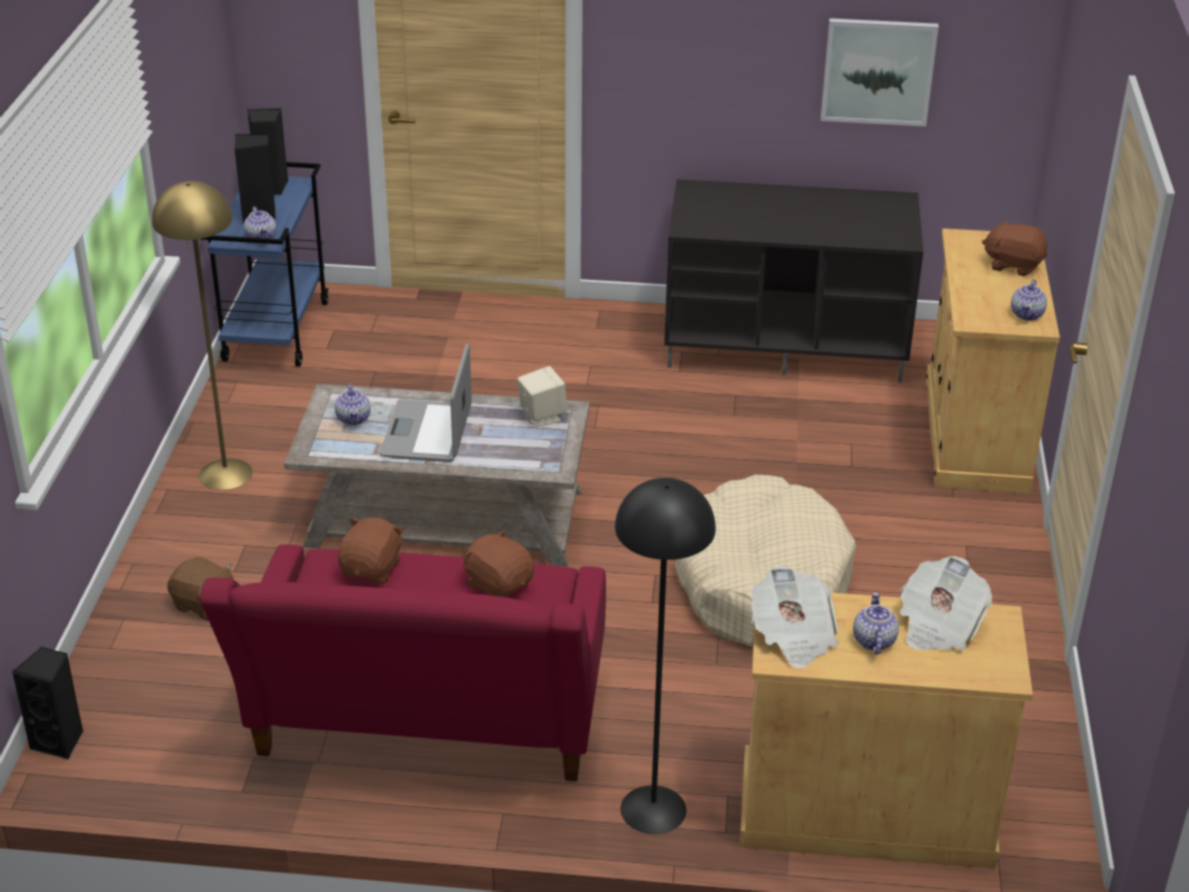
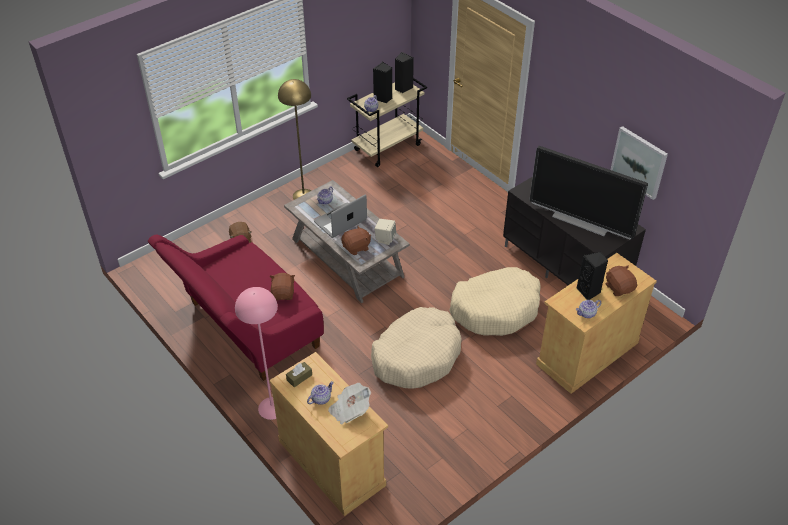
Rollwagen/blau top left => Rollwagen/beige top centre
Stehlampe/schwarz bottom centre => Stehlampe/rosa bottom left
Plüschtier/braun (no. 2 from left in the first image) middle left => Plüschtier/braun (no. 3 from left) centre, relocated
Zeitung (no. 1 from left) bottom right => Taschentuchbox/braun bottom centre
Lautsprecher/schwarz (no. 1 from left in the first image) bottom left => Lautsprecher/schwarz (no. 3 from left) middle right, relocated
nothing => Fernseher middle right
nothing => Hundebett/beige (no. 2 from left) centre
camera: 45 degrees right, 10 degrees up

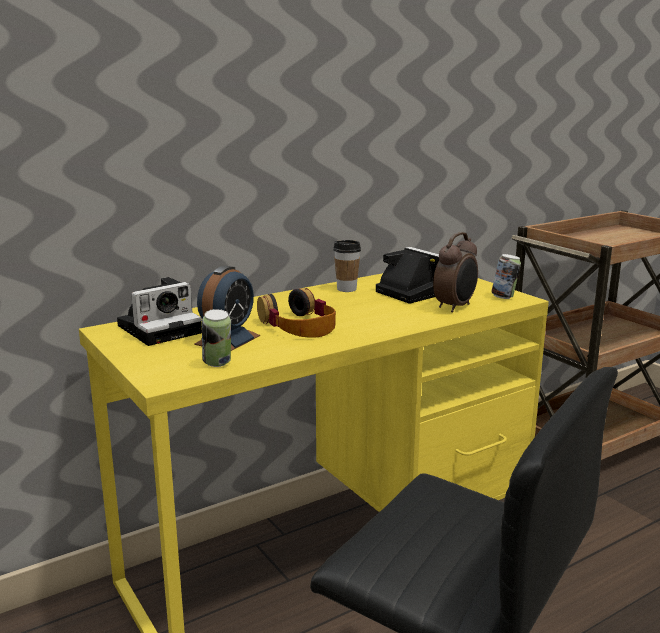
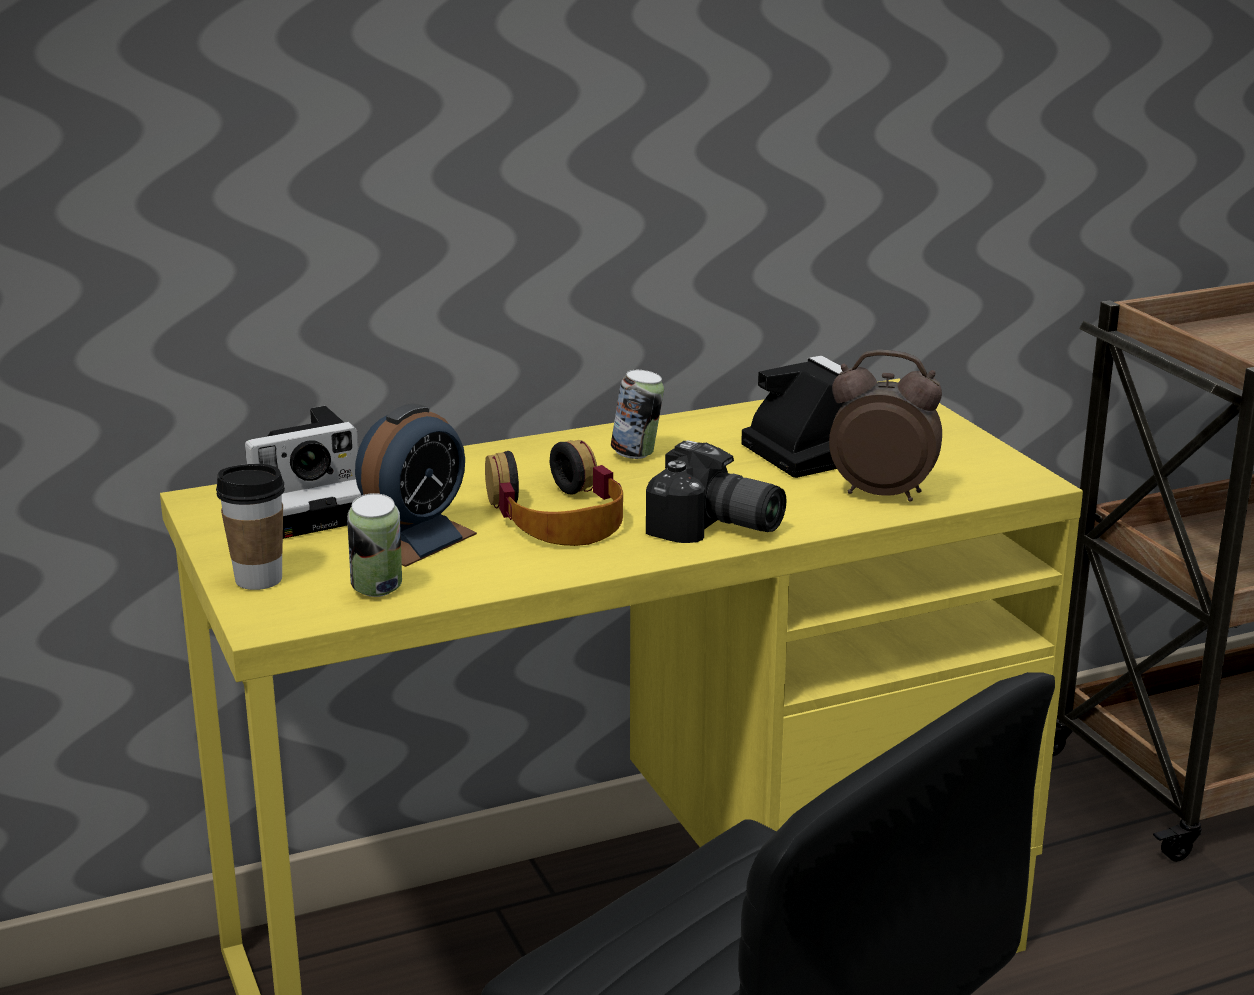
Wecker (no. 2 from left) middle right, 120 degrees counterclockwise
Tasse centre => Tasse middle left, relocated
Dose (no. 2 from left) middle right => Dose (no. 2 from left) centre, relocated
nothing => Kamera (no. 2 from left) centre
camera: 10 degrees right, 5 degrees up

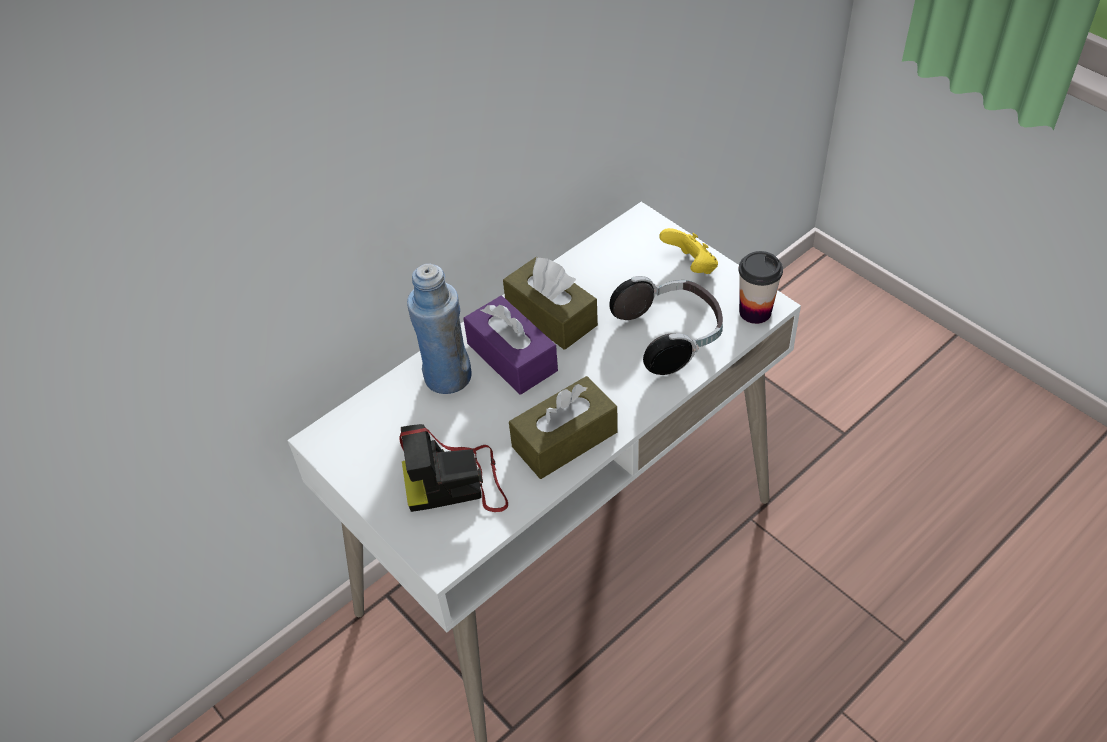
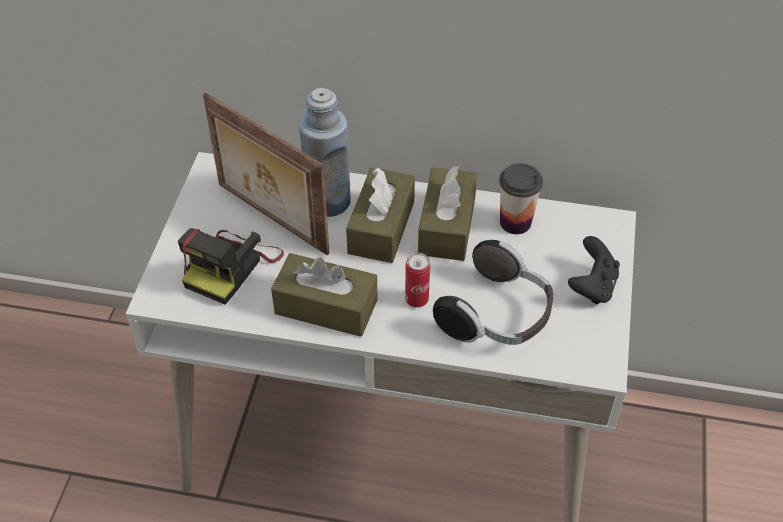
Gamepad/gelb centre => Gamepad/schwarz middle right
Tasse middle right => Tasse centre, relocated
Taschentuchbox/lila centre => Taschentuchbox/braun (no. 2 from left) centre
Kamera centre => Kamera middle left, 105 degrees counterclockwise
nothing => Bilderrahmen centre
nothing => Dose centre
camera: 50 degrees right, 0 degrees up

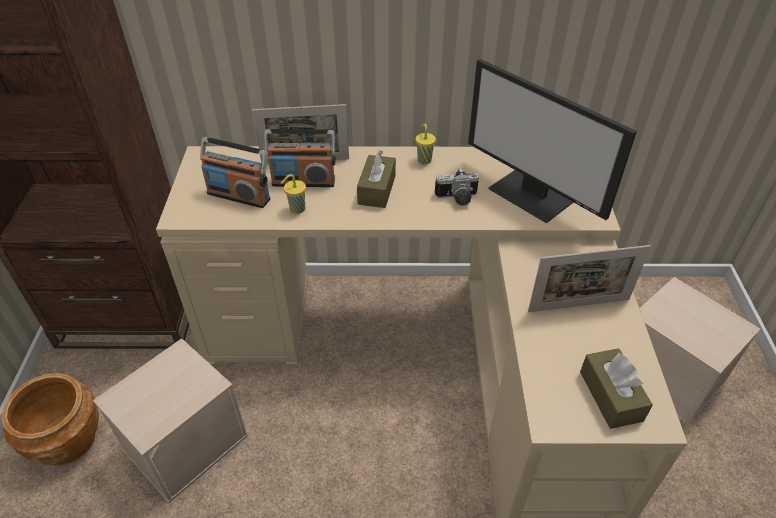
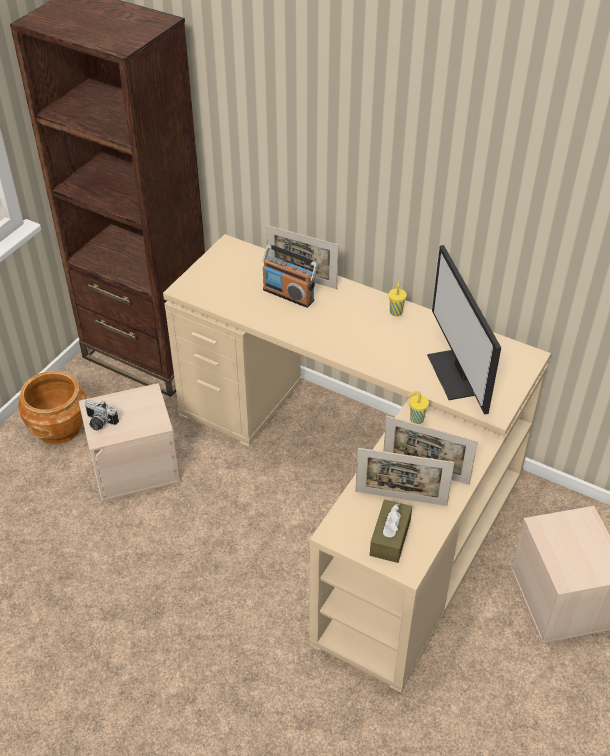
Radio (no. 1 from left) top left => nothing
Taschentuchbox/braun (no. 1 from left) centre => nothing
Kamera centre => Kamera middle left, relocated
Tasse/gelb (no. 1 from left in the first image) centre => Tasse/gelb (no. 2 from left) middle right, relocated
nothing => Bilderrahmen (no. 2 from left) centre
camera: 30 degrees right, 0 degrees up

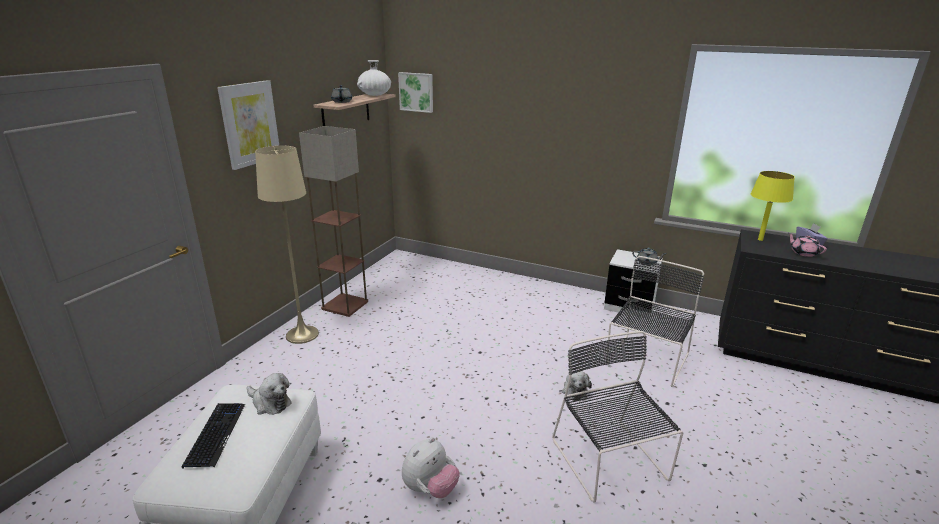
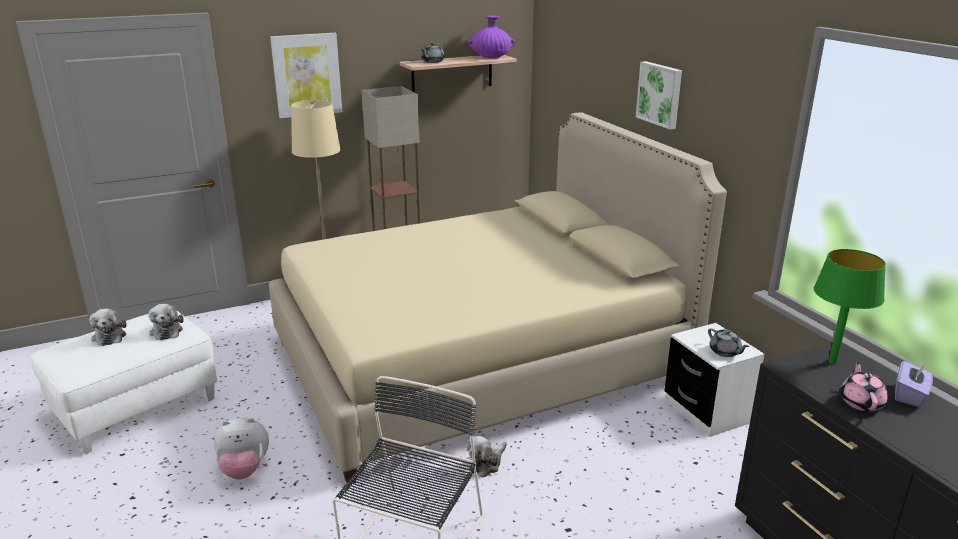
Vase/weiß top centre => Vase/lila top centre
Bild (no. 2 from left) top centre => Bild (no. 2 from left) top right, relocated
Tischlampe/gelb middle right => Tischlampe/grün middle right
Stuhl/schwarz (no. 2 from left) middle right => nothing
Tastatur bottom left => Plüschtier (no. 1 from left) middle left
nothing => Bett/beige centre
camera: 40 degrees right, 0 degrees up

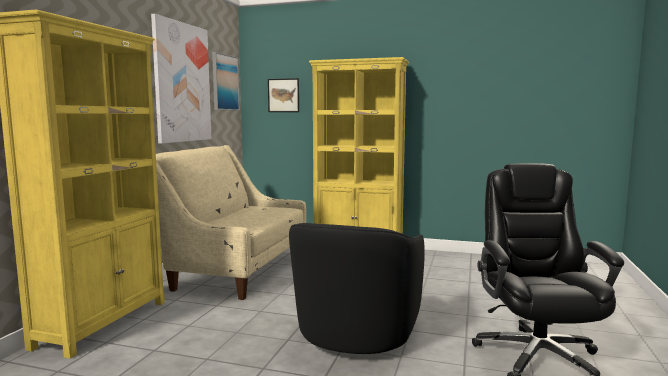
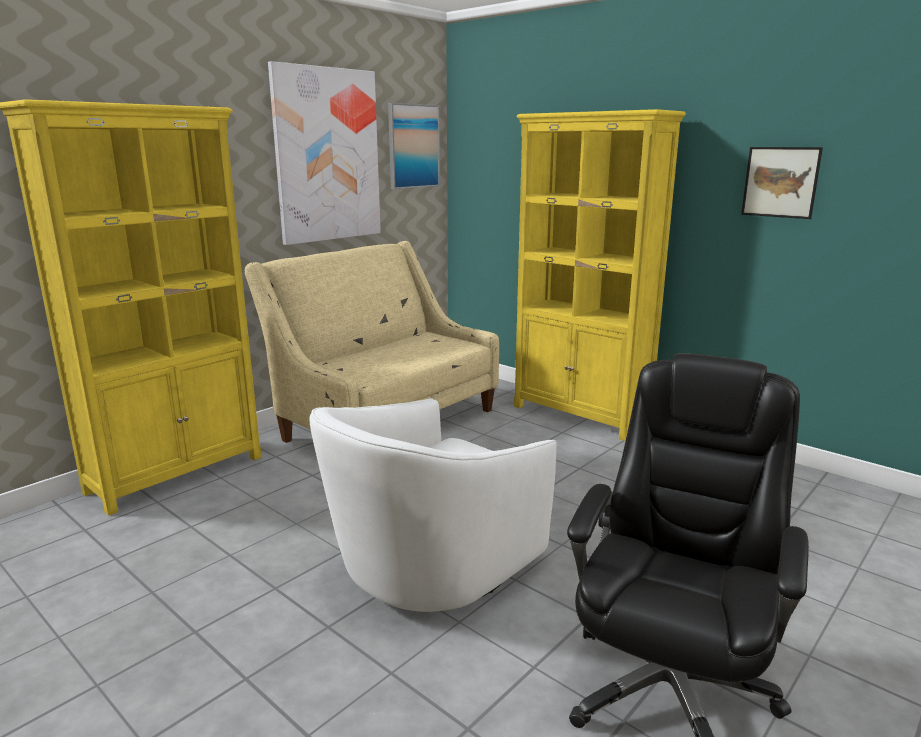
Bild (no. 3 from left) top centre => Bild (no. 3 from left) top right, relocated
Sessel/schwarz bottom centre => Sessel/weiß bottom centre
camera: 25 degrees right, 10 degrees up

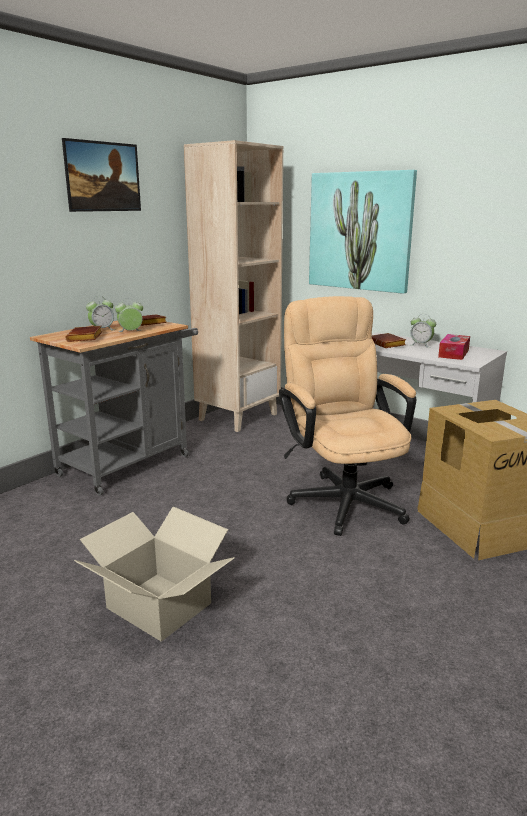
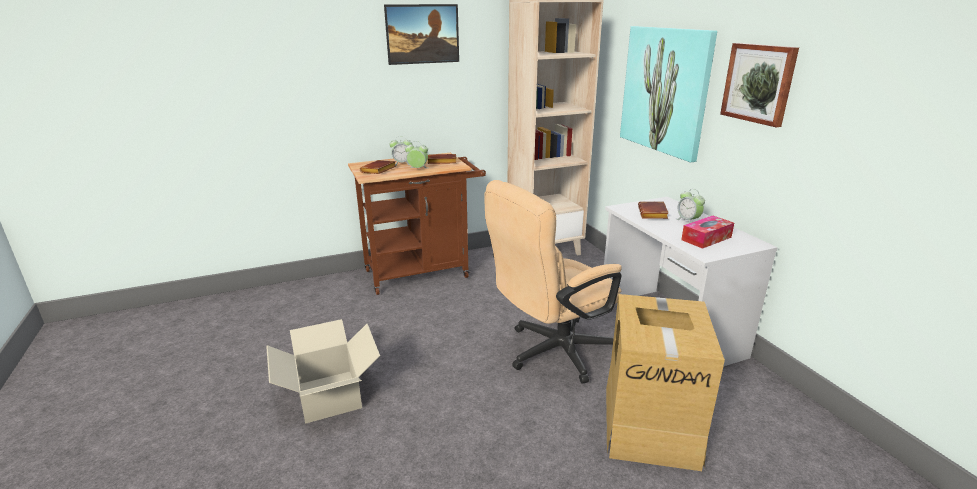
Bürostuhl/beige centre, 135 degrees counterclockwise
Rollwagen/grau middle left => Rollwagen/braun centre
nothing => Bild (no. 3 from left) top right
camera: 30 degrees right, 5 degrees up

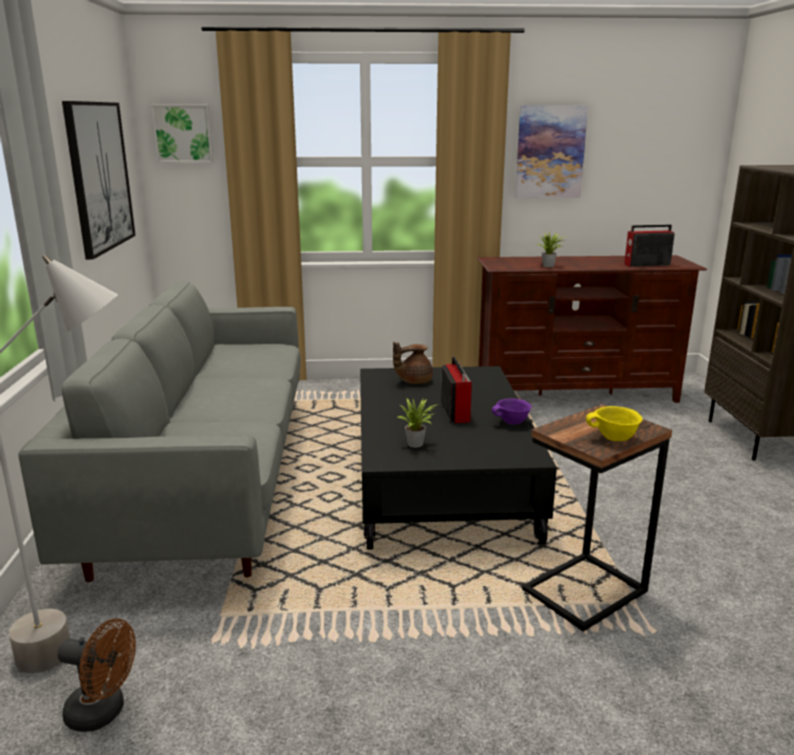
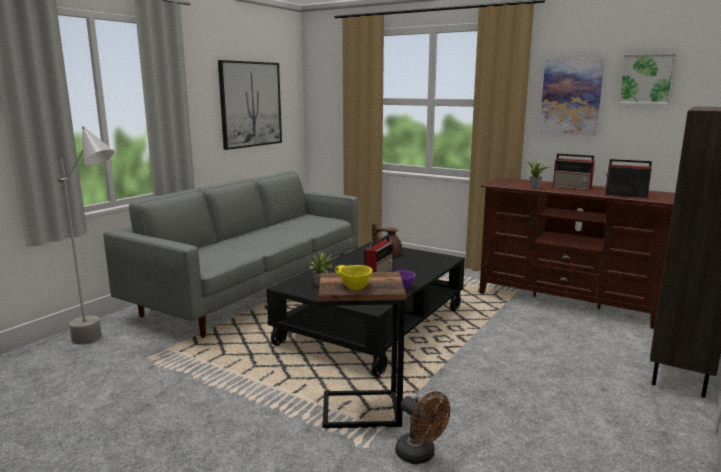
Bild (no. 2 from left in the first image) top left => Bild (no. 3 from left) top right, relocated
Ventilator/braun bottom left => Ventilator/braun bottom centre, relocated
nothing => Radio (no. 2 from left) middle right
camera: 35 degrees right, 5 degrees down

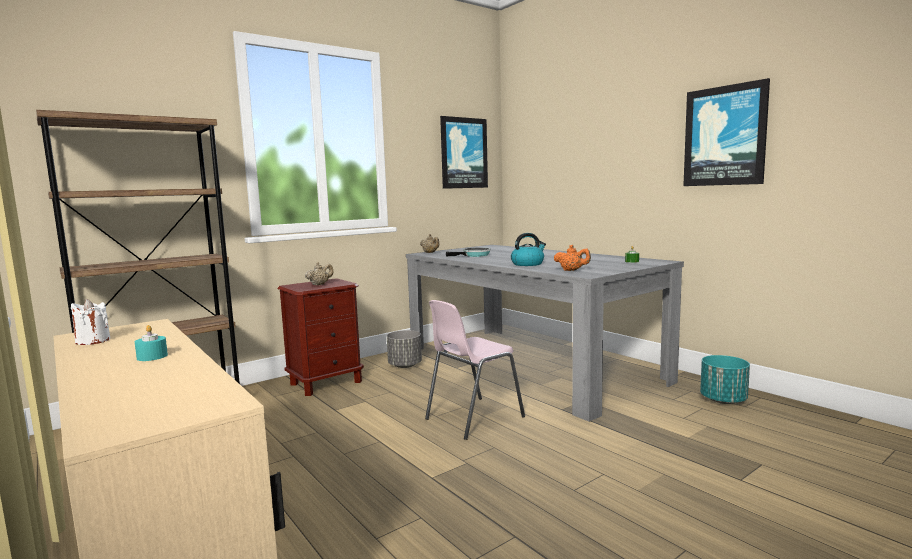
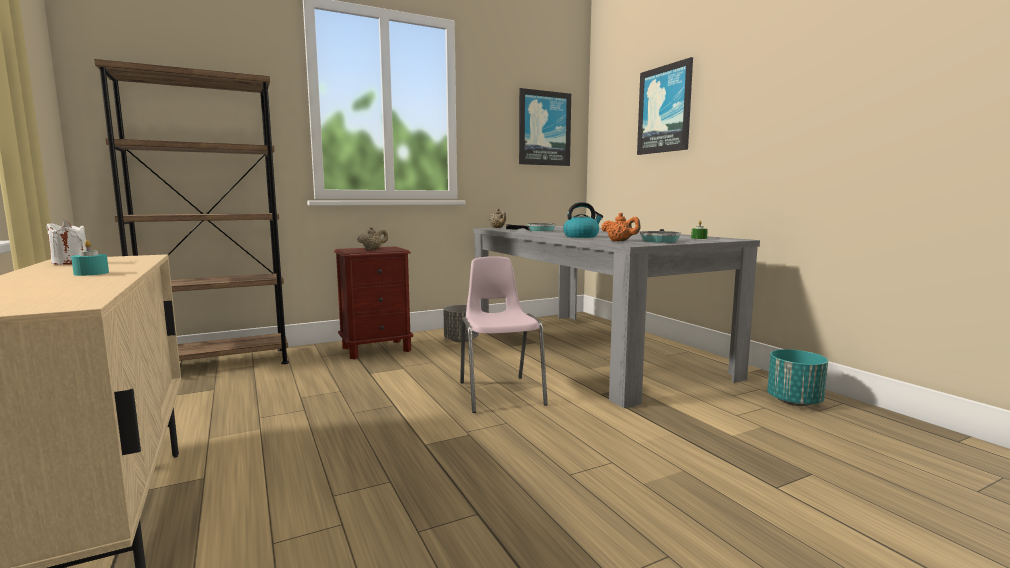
Bild (no. 2 from left) top right => Bild (no. 2 from left) top centre, relocated
Stuhl/rosa centre, 105 degrees clockwise
nothing => Pfanne (no. 2 from left) centre
camera: 10 degrees right, 0 degrees up

